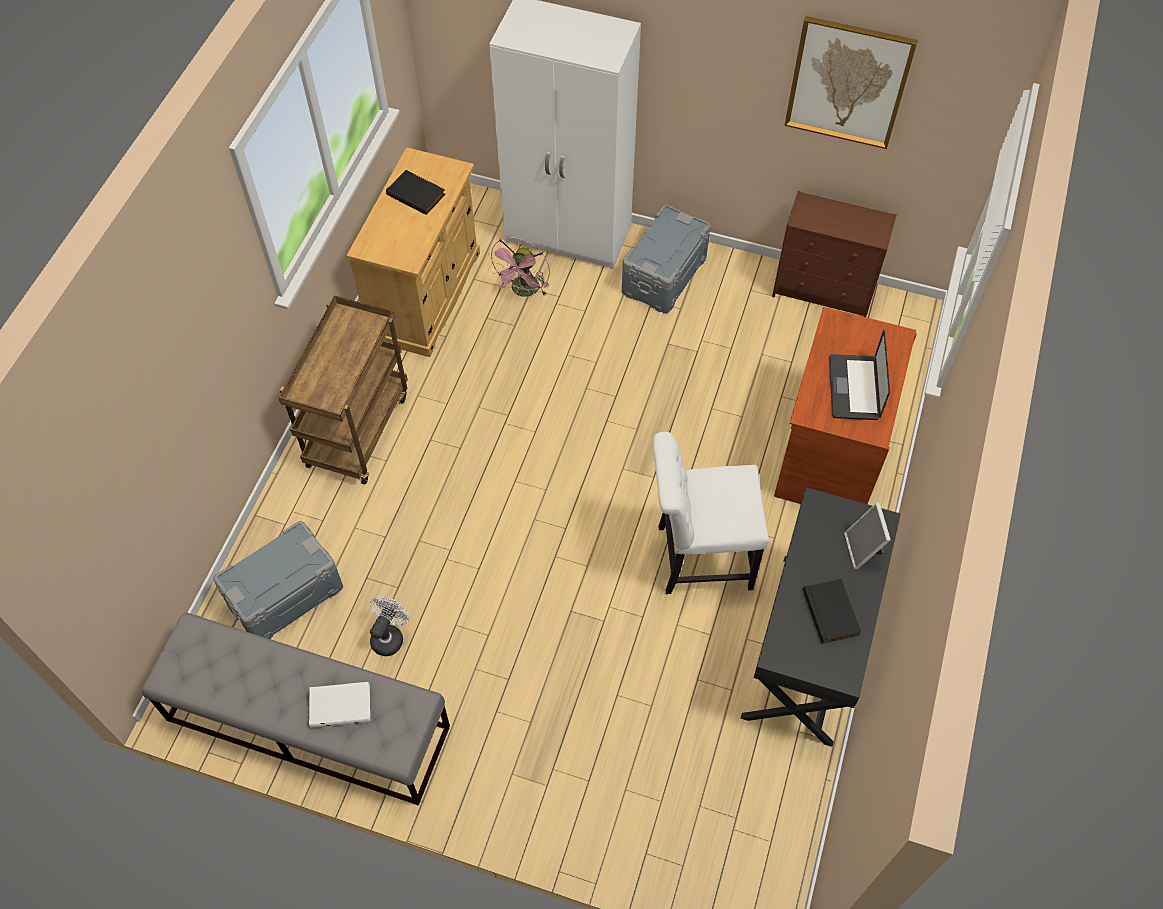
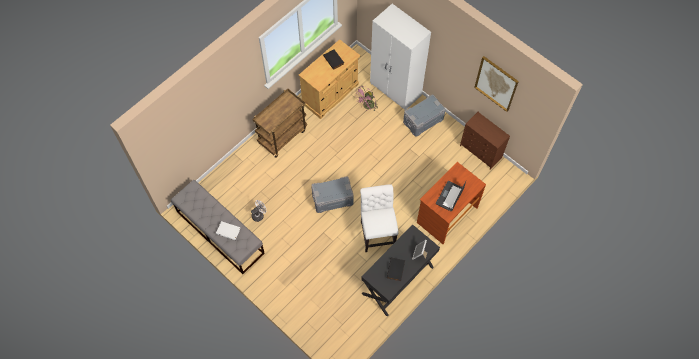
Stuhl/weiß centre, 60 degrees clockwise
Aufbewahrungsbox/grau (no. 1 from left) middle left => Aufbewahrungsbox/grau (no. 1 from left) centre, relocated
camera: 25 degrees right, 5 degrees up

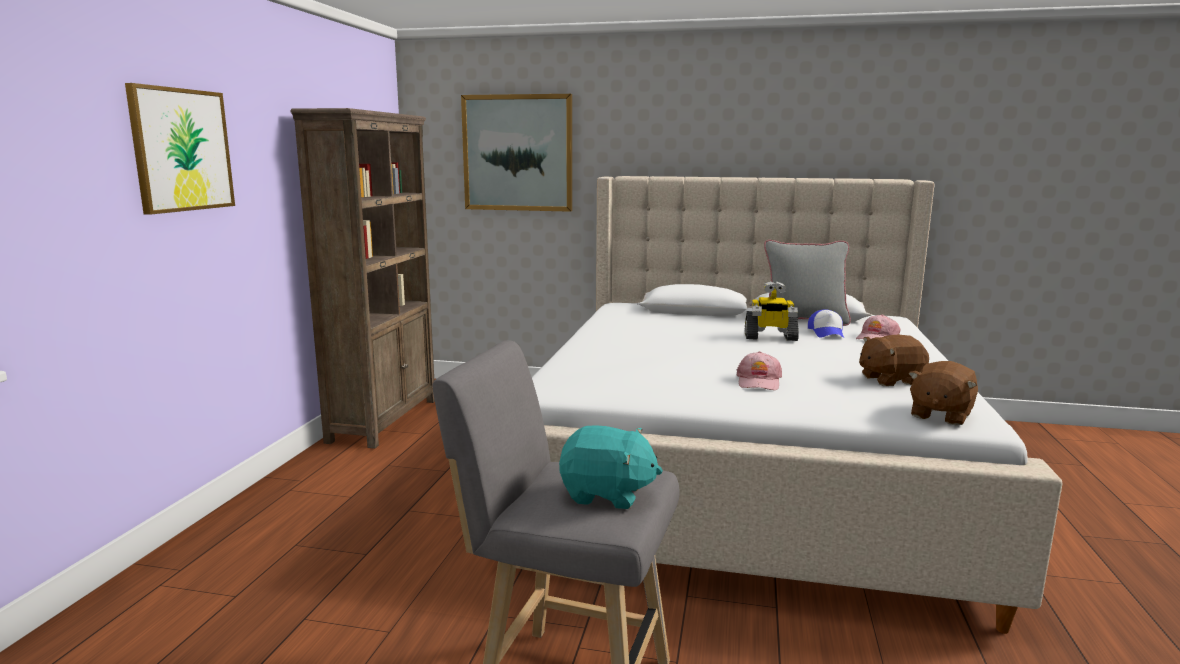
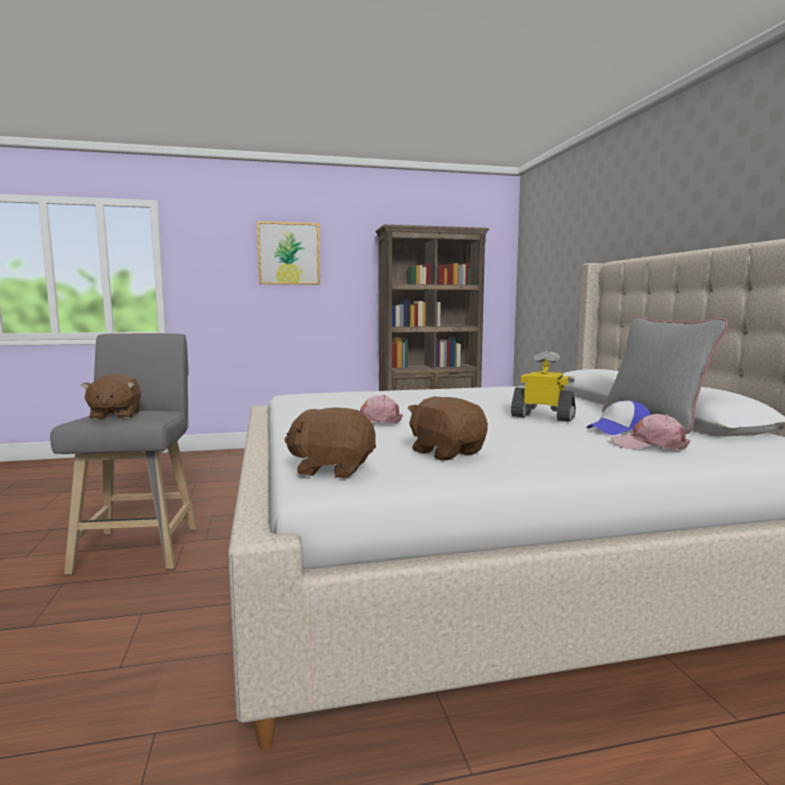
Bild (no. 2 from left) top centre => nothing
Spielzeugroboter centre => Spielzeugroboter middle right, 135 degrees clockwise
Plüschtier/türkis bottom centre => Plüschtier/braun (no. 1 from left) middle left
camera: 65 degrees right, 5 degrees down

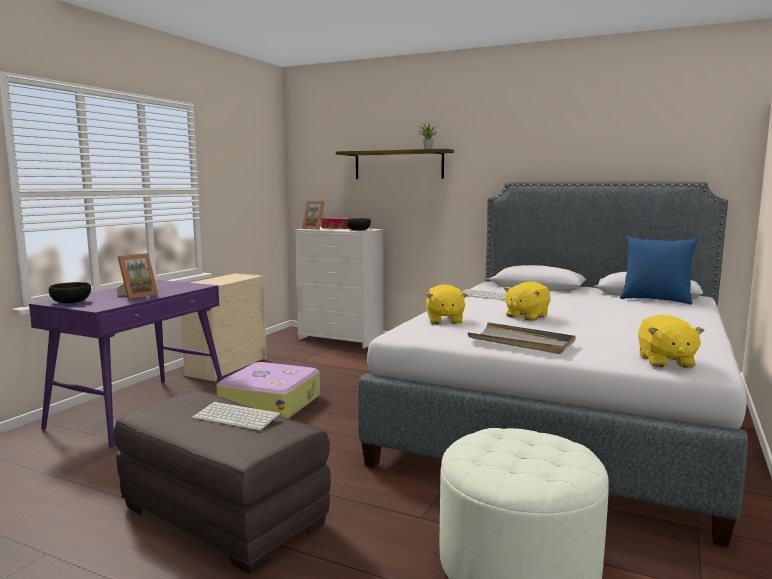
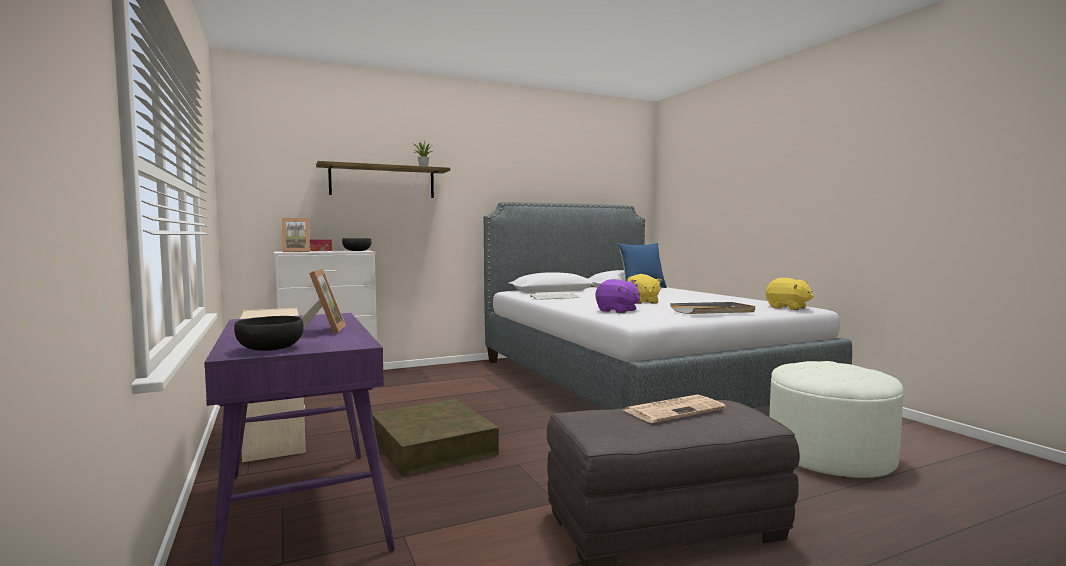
Plüschtier/gelb (no. 1 from left) centre => Plüschtier/lila centre
Koffer bottom centre => Aufbewahrungsbox/braun bottom centre
Tastatur (no. 1 from left) bottom left => Zeitung bottom centre
camera: 50 degrees left, 5 degrees down

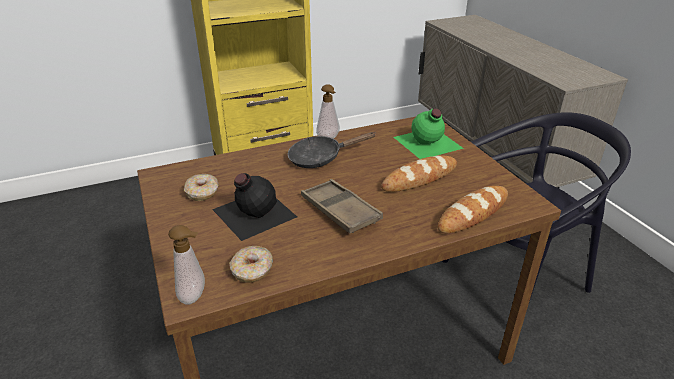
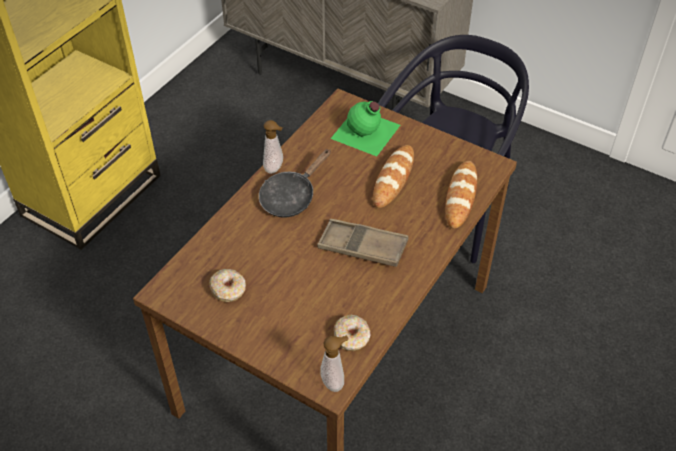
Flasche/schwarz centre => nothing
camera: 35 degrees left, 15 degrees up

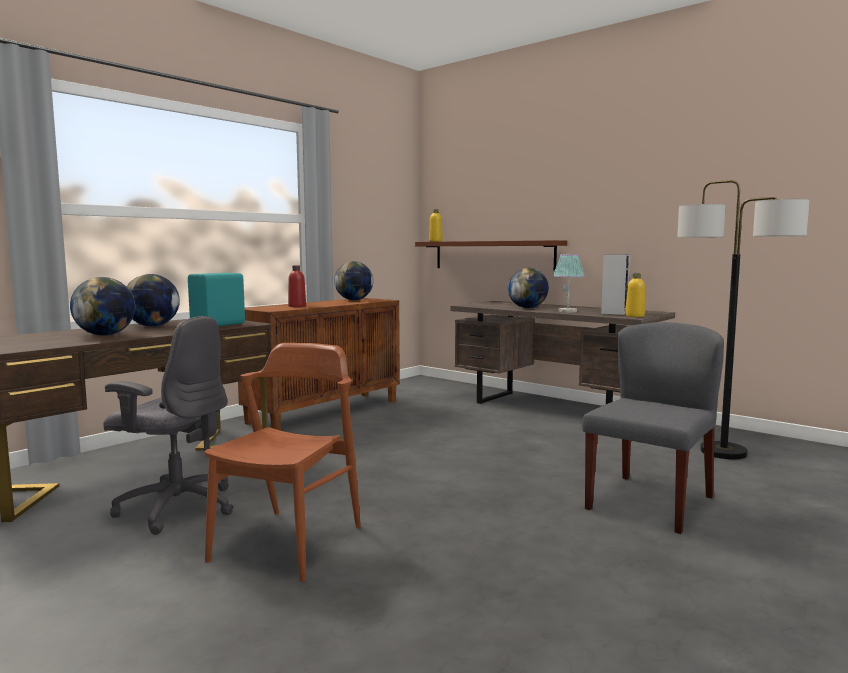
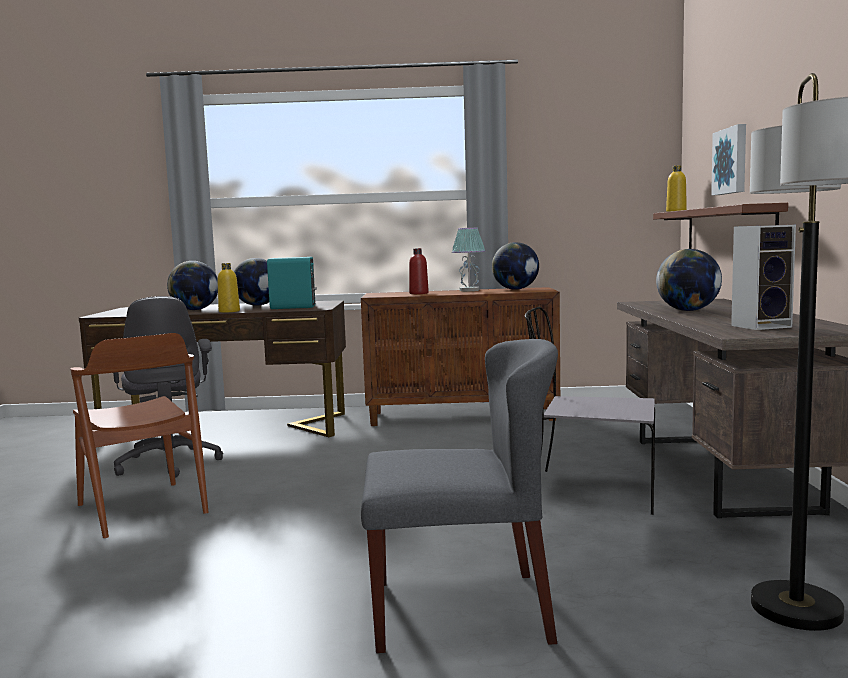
Tischlampe middle right => Tischlampe centre, relocated
Flasche/gelb (no. 2 from left in the first image) middle right => Flasche/gelb (no. 1 from left) middle left, relocated
Stuhl/braun bottom centre => Stuhl/braun middle left, 75 degrees clockwise
nothing => Bild top right
nothing => Stuhl/grau (no. 2 from left) middle right
camera: 50 degrees right, 0 degrees up

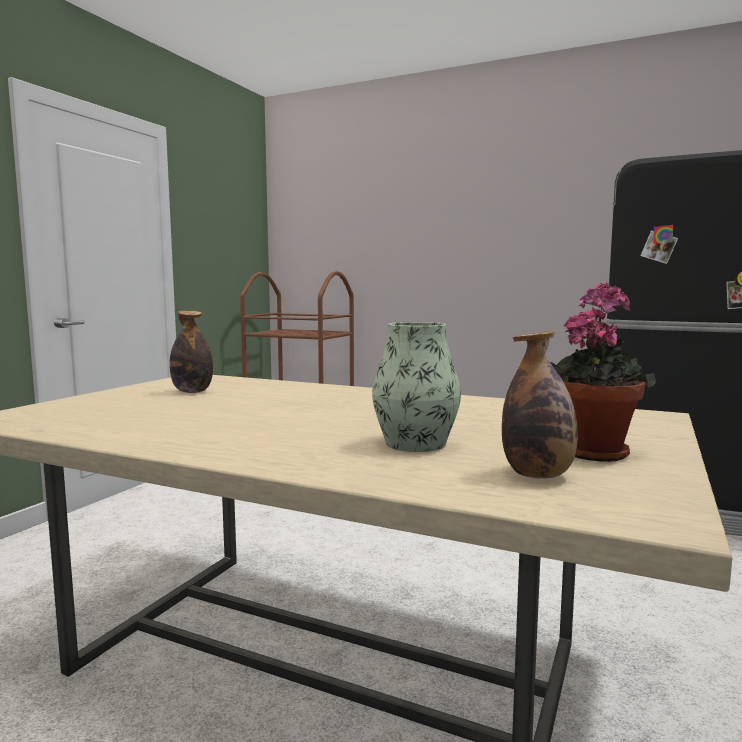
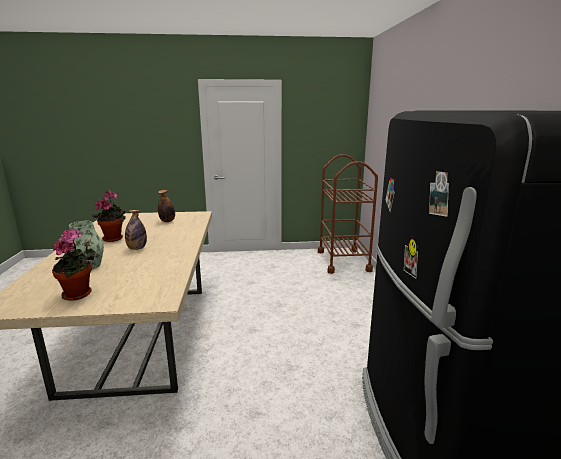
Flasche (no. 2 from left in the first image) middle right => Flasche (no. 1 from left) middle left, relocated
nothing => Topfpflanze (no. 2 from left) middle left
camera: 60 degrees right, 10 degrees up

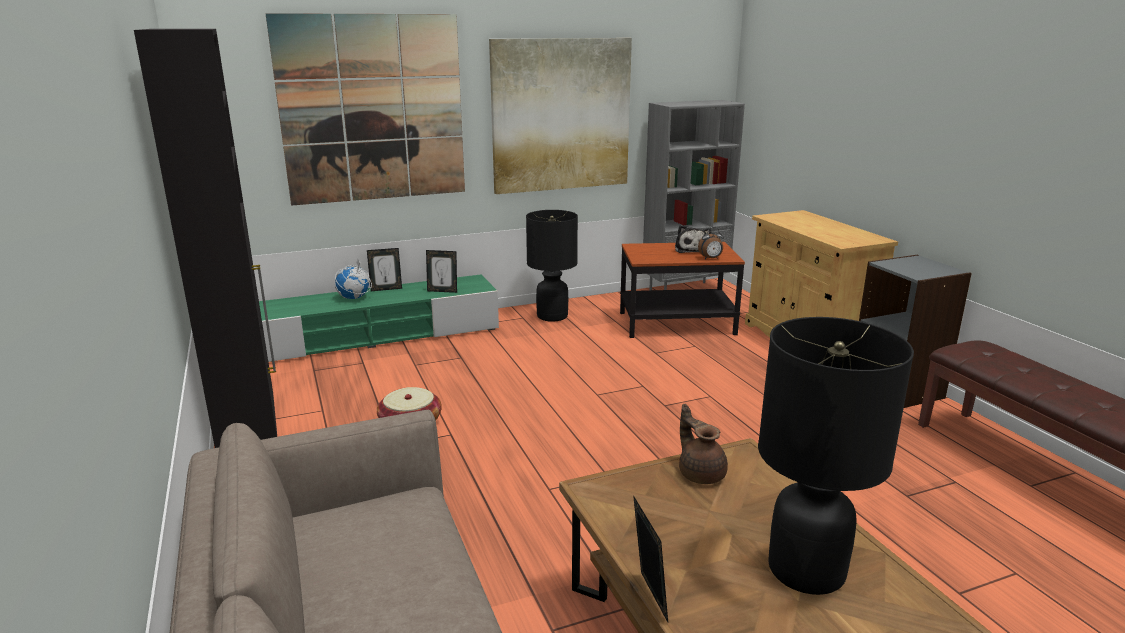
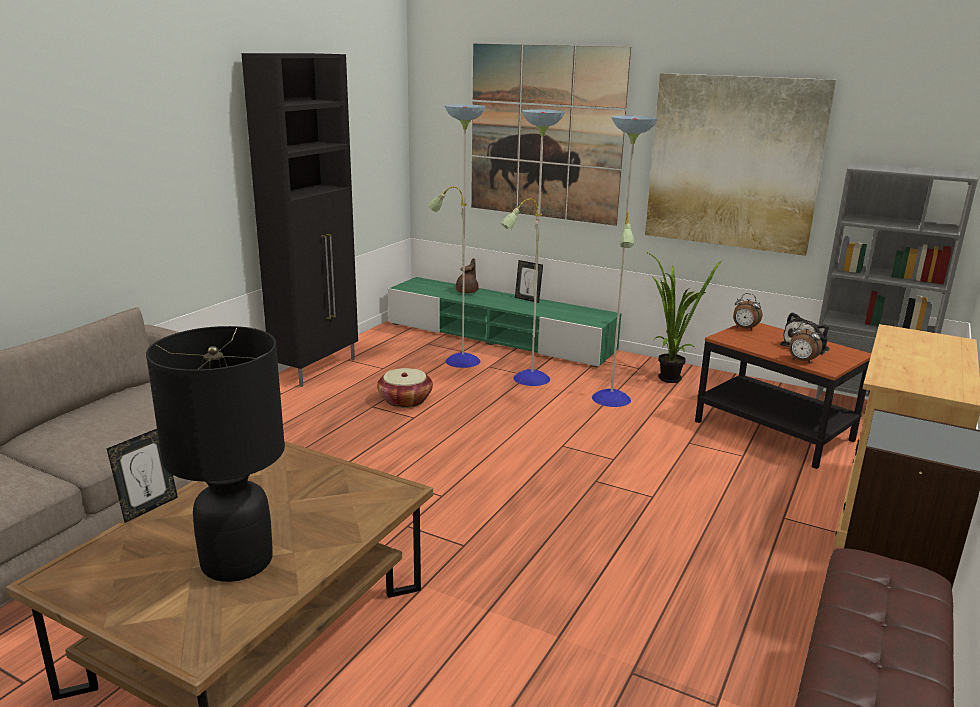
Tischlampe/schwarz (no. 1 from left) centre => Topfpflanze middle right
Bilderrahmen (no. 2 from left) centre => nothing
Globus middle left => nothing
Teekanne/braun bottom centre => Teekanne/braun centre, relocated
nothing => Stehlampe centre
nothing => Wecker (no. 1 from left) middle right
camera: 50 degrees right, 0 degrees up

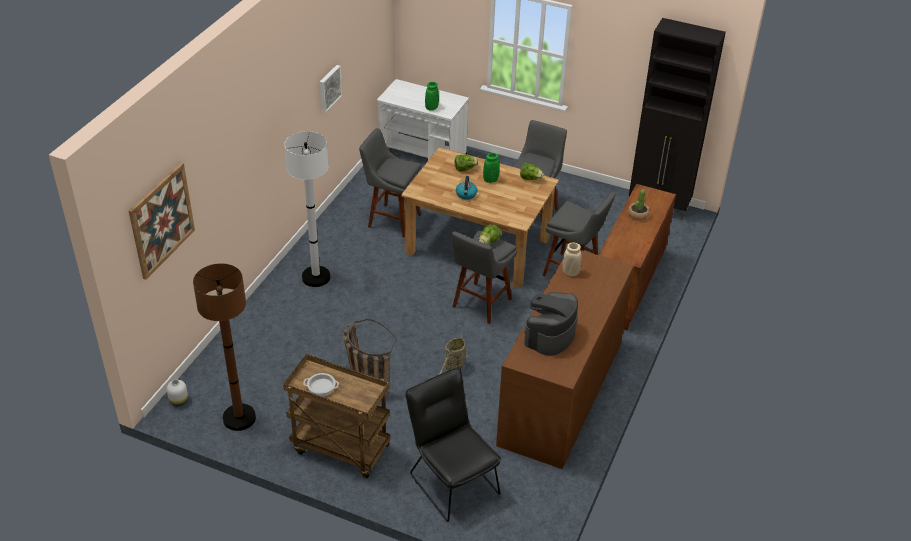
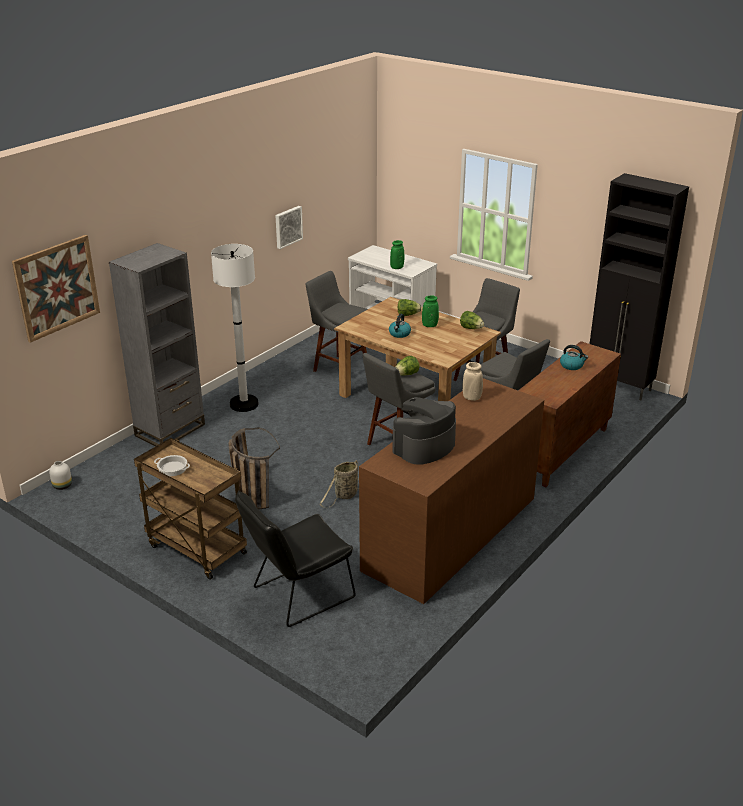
Topfpflanze middle right => Wasserkessel (no. 2 from left) middle right
Stehlampe/braun middle left => nothing
Stuhl/schwarz bottom centre, 105 degrees counterclockwise
nothing => Bücherregal/grau middle left
camera: 15 degrees right, 10 degrees down

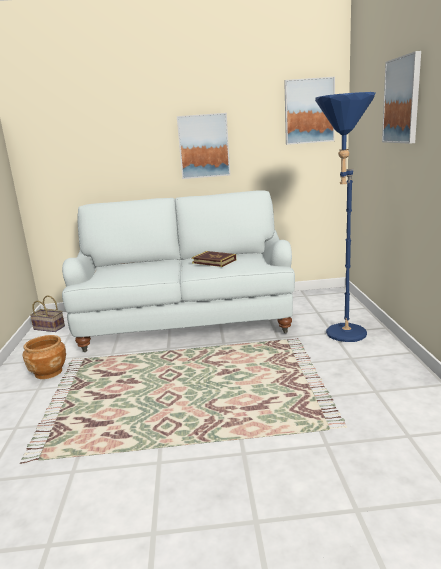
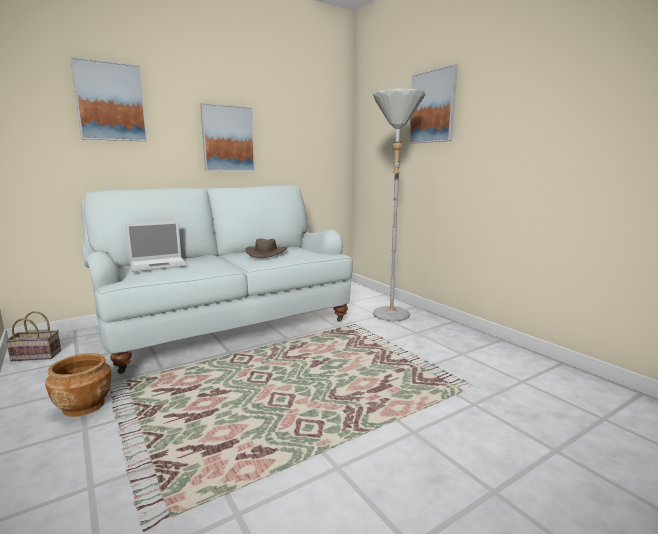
Bild (no. 2 from left in the first image) top right => Bild (no. 1 from left) top left, relocated
Stehlampe/blau middle right => Stehlampe/grau centre
Buch centre => Hut/braun centre
nothing => Laptop middle left
camera: 30 degrees left, 5 degrees down

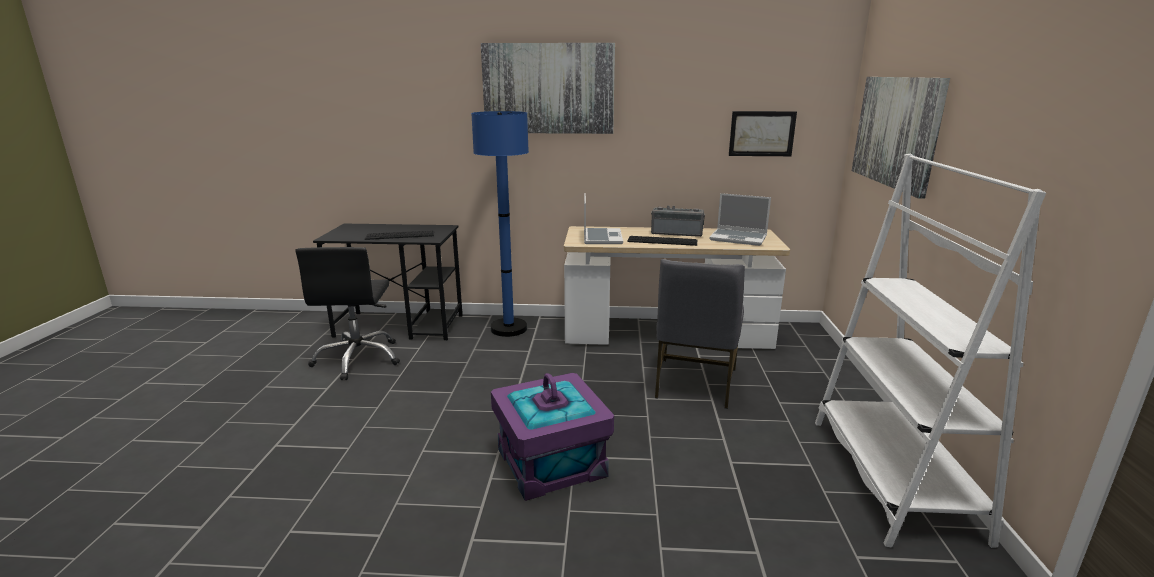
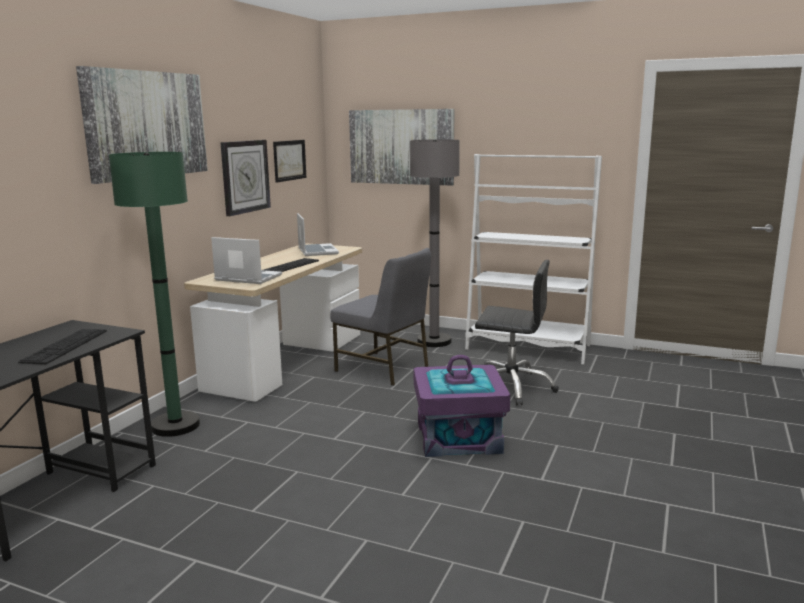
Stehlampe/blau centre => Stehlampe/grün middle left
Laptop (no. 2 from left) centre, 60 degrees counterclockwise
Radio centre => nothing
Bürostuhl/schwarz middle left => Bürostuhl/schwarz centre, relocated
nothing => Stehlampe/grau centre
nothing => Wanduhr top left
camera: 70 degrees left, 5 degrees down

